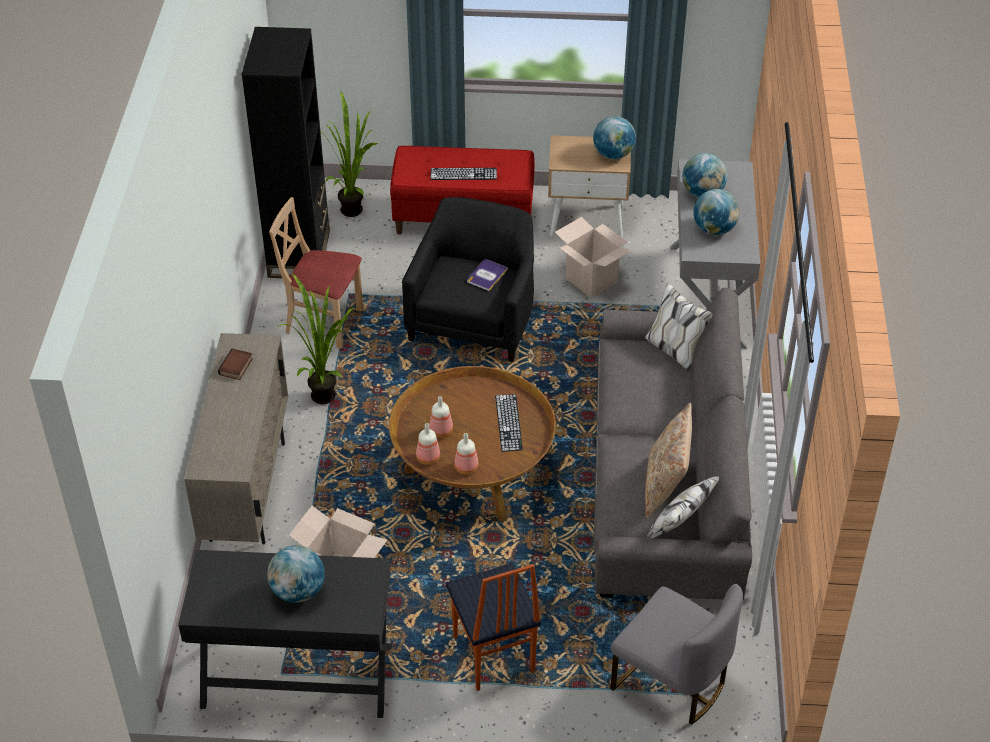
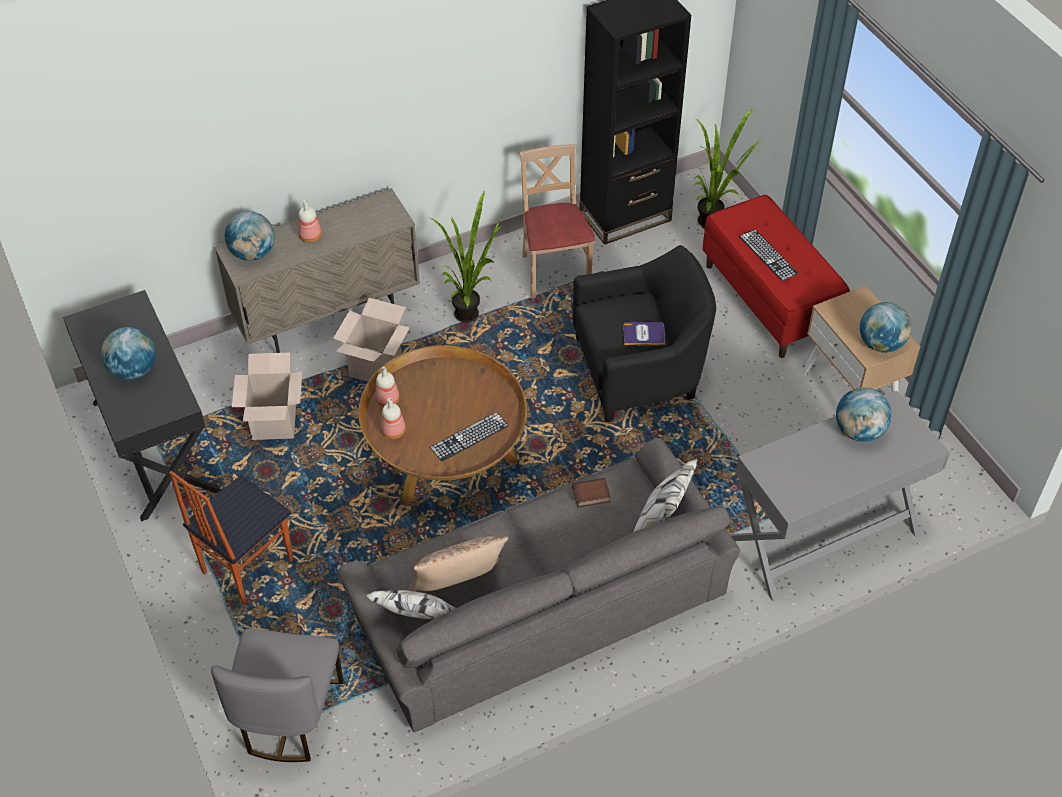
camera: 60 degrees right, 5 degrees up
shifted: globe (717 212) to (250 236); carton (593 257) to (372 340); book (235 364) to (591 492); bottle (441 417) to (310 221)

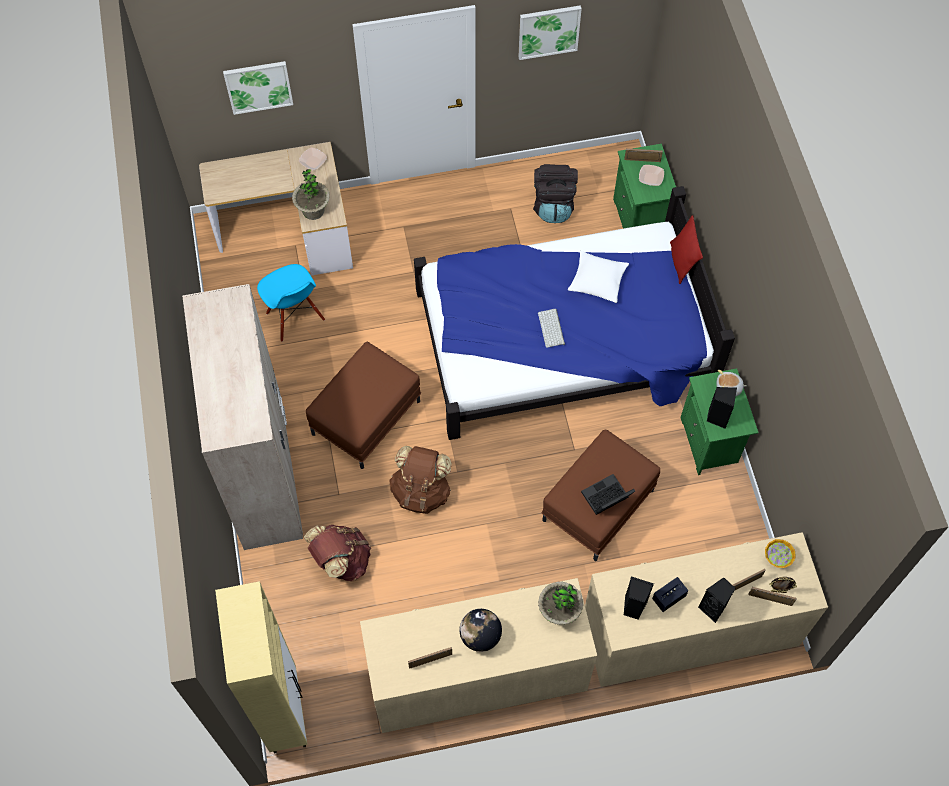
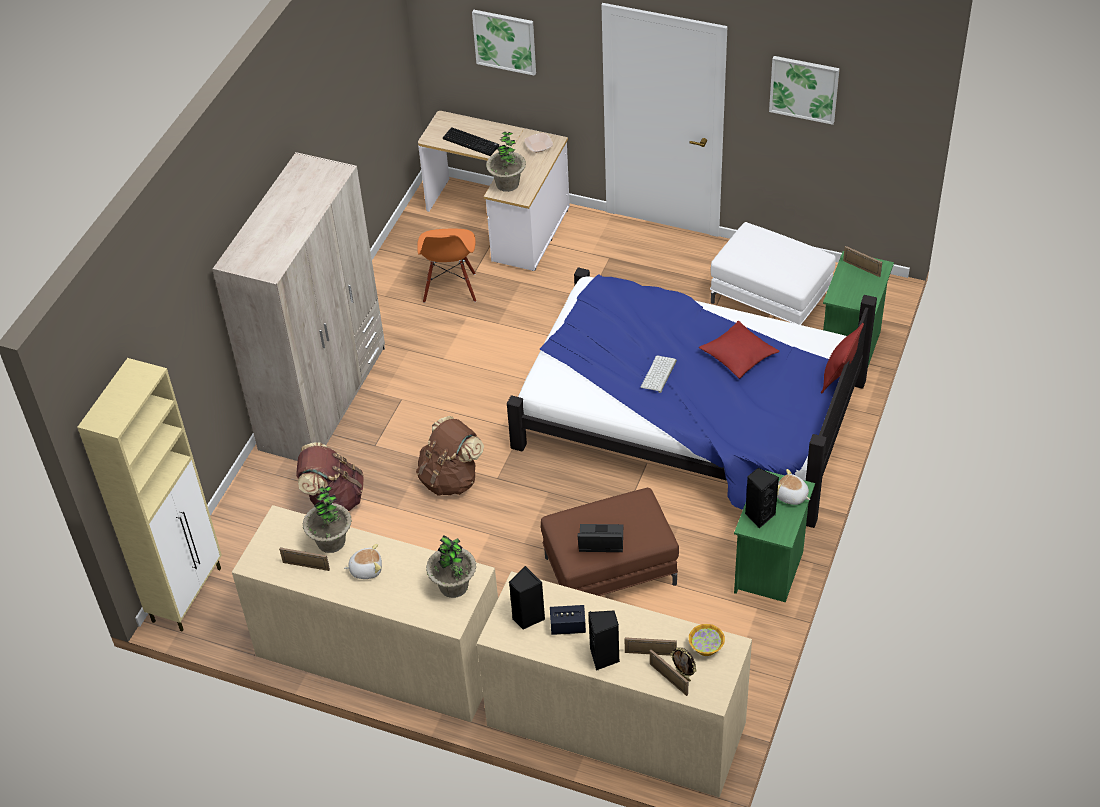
camera: 35 degrees right, 15 degrees down
gone: bowl (651 175); brown_pouffe (363 405)
new: keyboard (471 141); potted_plant (327 519)
swapped: black-coloured_knapsack (555 193) to white_pouffe (773 273); globe (480 630) to soft_toy (363 561)
repainted: white_pillow (598 277) to red_pillow (739 350); bluish_chair (291 303) to orangey_chair (446 266)

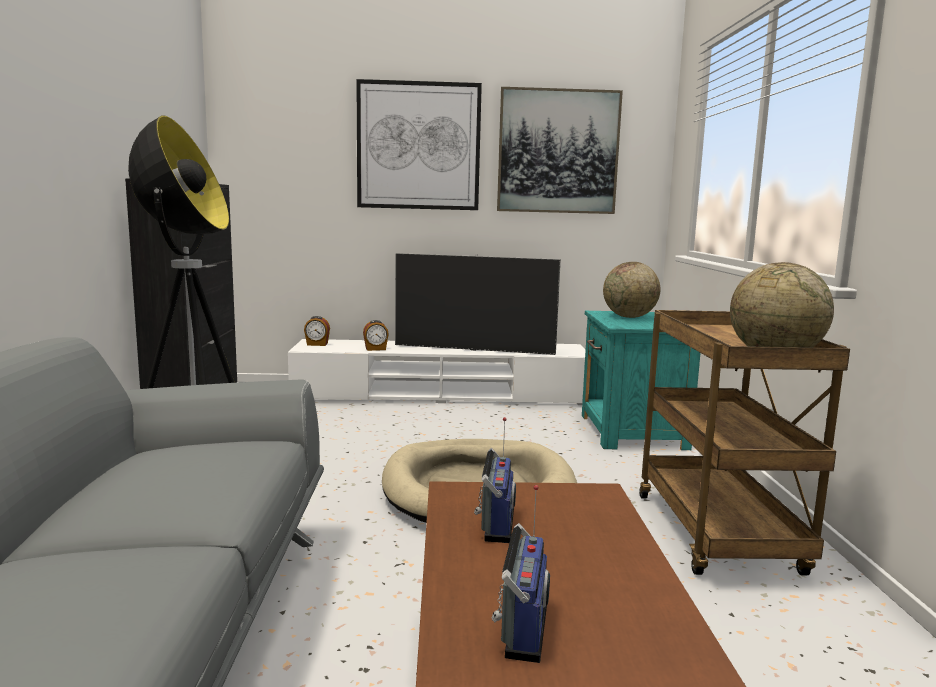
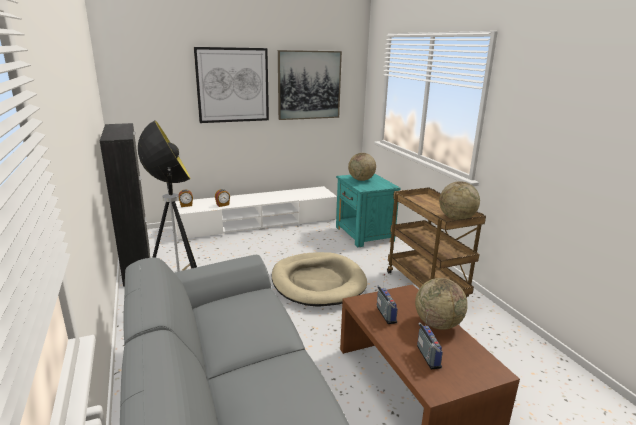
camera: 20 degrees left, 10 degrees up
gone: TV (478 304)
new: globe (441 304)

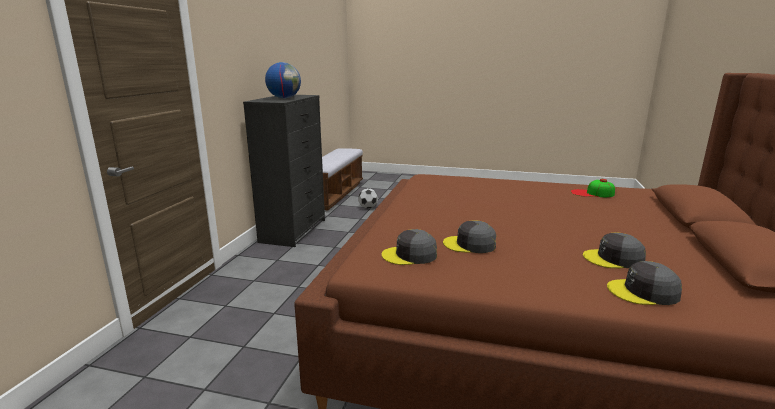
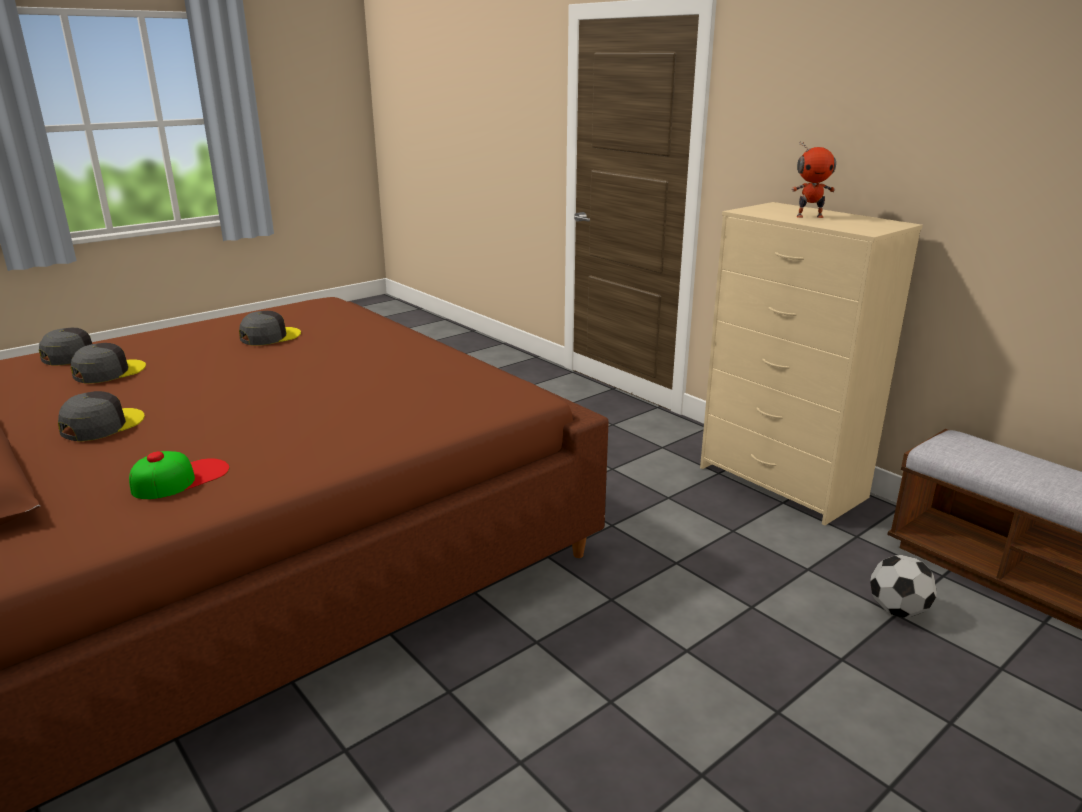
camera: 125 degrees right, 5 degrees up
shifted: grey_baseball_cap (409 247) to (101 416)
swapped: globe (283 80) to toy_robot (813 179)
repainted: black-coloured_chest_of_drawers (284 171) to beige-coloured_chest_of_drawers (811 364)

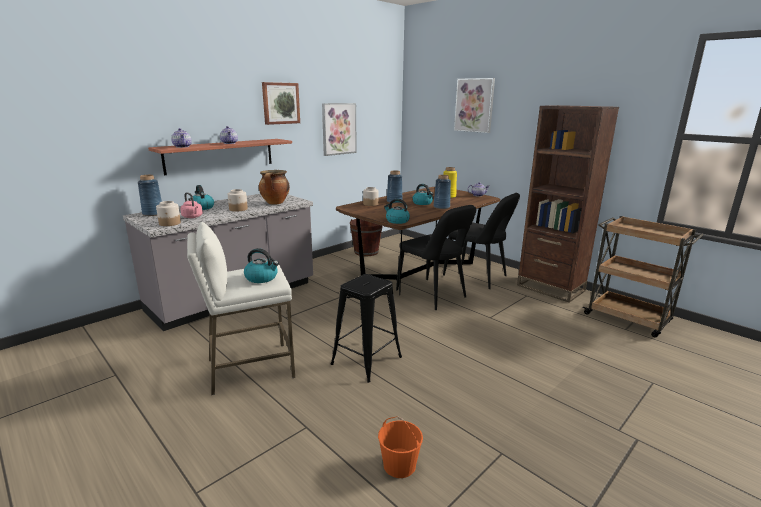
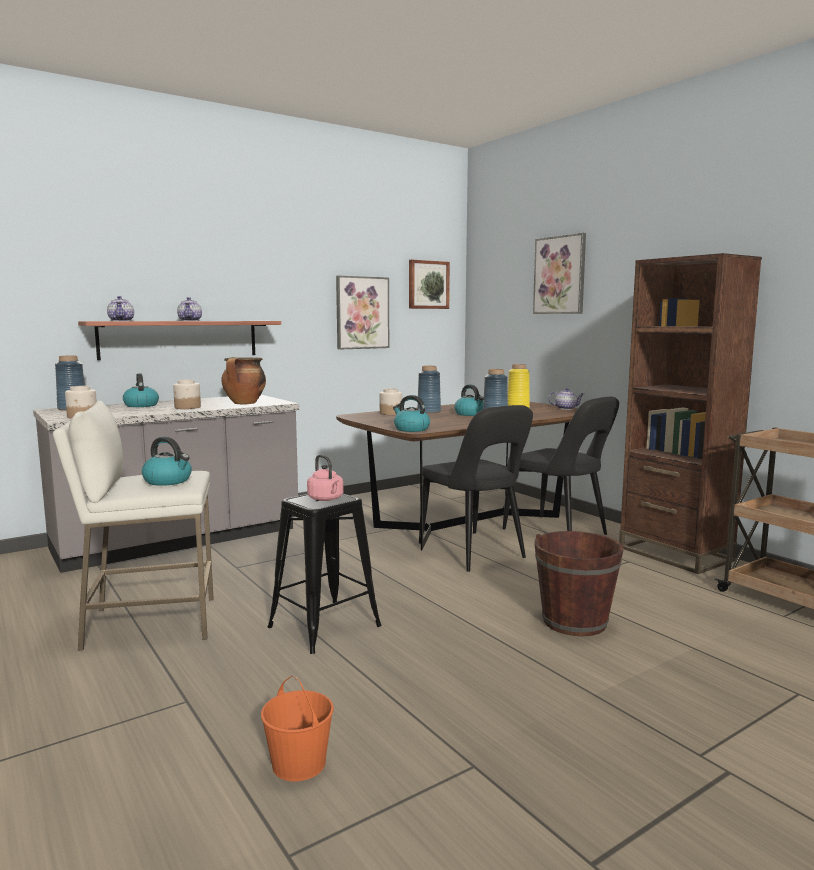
camera: 10 degrees right, 10 degrees down
shifted: wall_art (281 103) to (429 284); pink_water_kettle (191 205) to (325 477); brown_water_bucket (366 237) to (579 583)

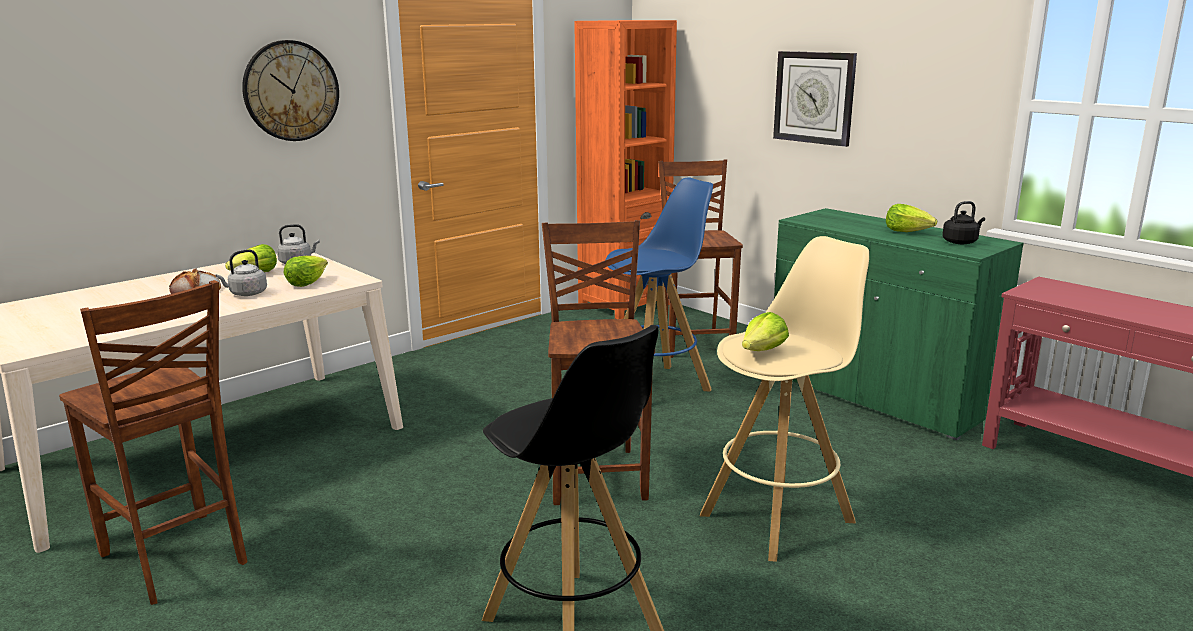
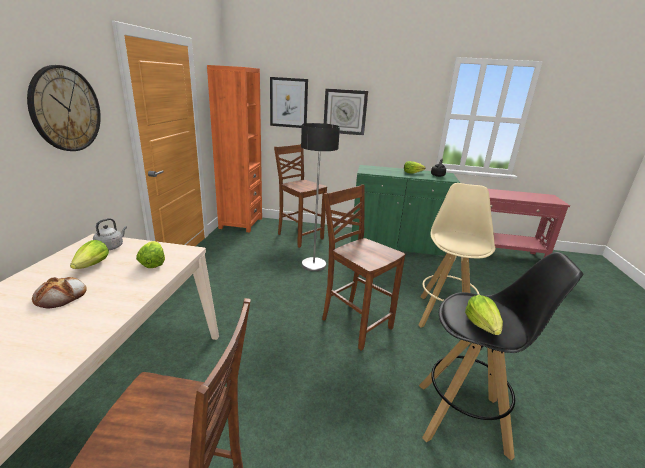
camera: 40 degrees left, 5 degrees up
gone: grey_water_kettle (241 272)
new: wall_art (289 102)
shifted: lettuce (765 331) to (484 315)
swapped: bluish_sitting_stool (659 284) to standing_lamp (320 197)

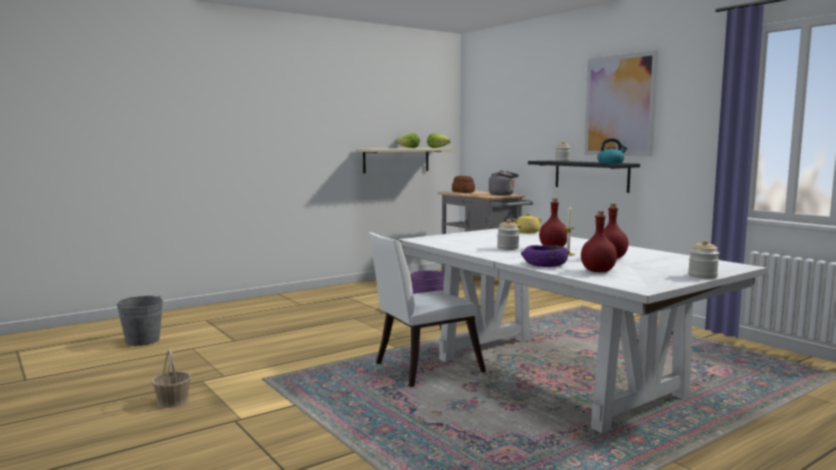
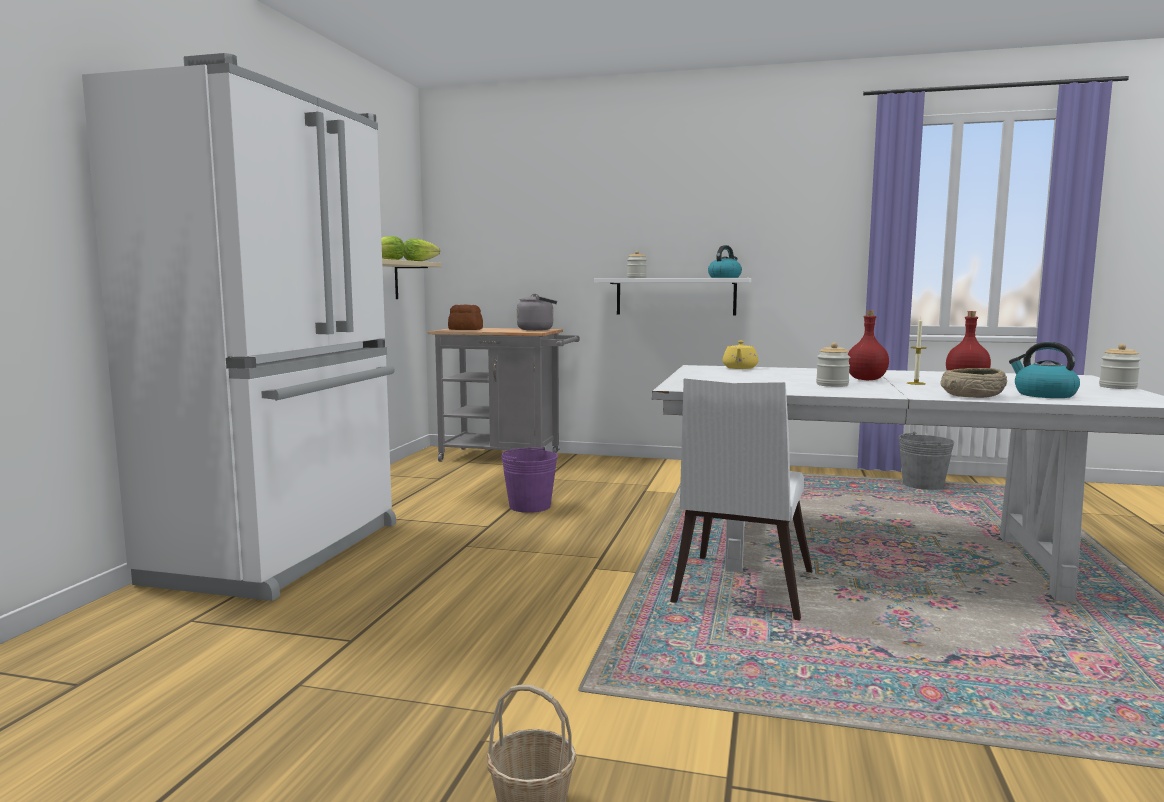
camera: 40 degrees left, 0 degrees up
gone: wall_art (621 103)
new: white_refrigerator (239 327)
shifted: grey_water_bucket (140 321) to (927 461)
swapped: red_bottle (599 241) to water_kettle (1044 370)
repainted: black-coloured_wall_shelf (584 177) to white_wall_shelf (673 297); purple_bowl (544 256) to beige-coloured_bowl (973 383)

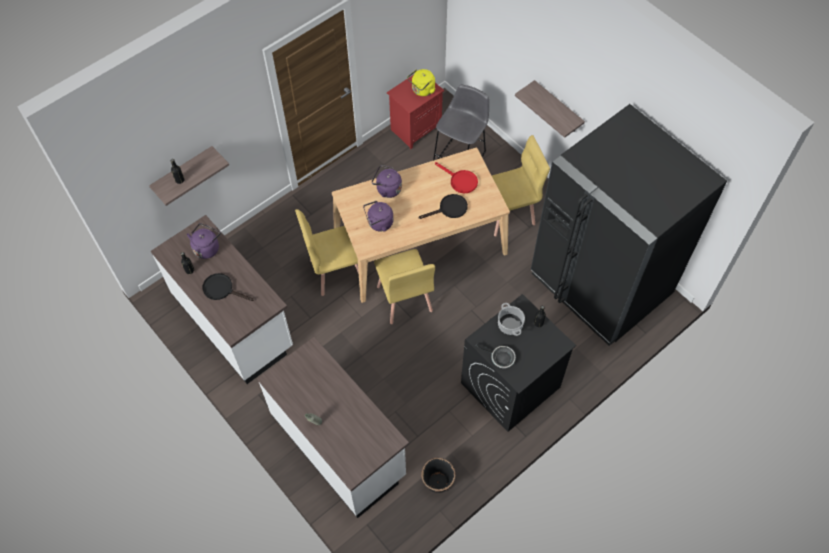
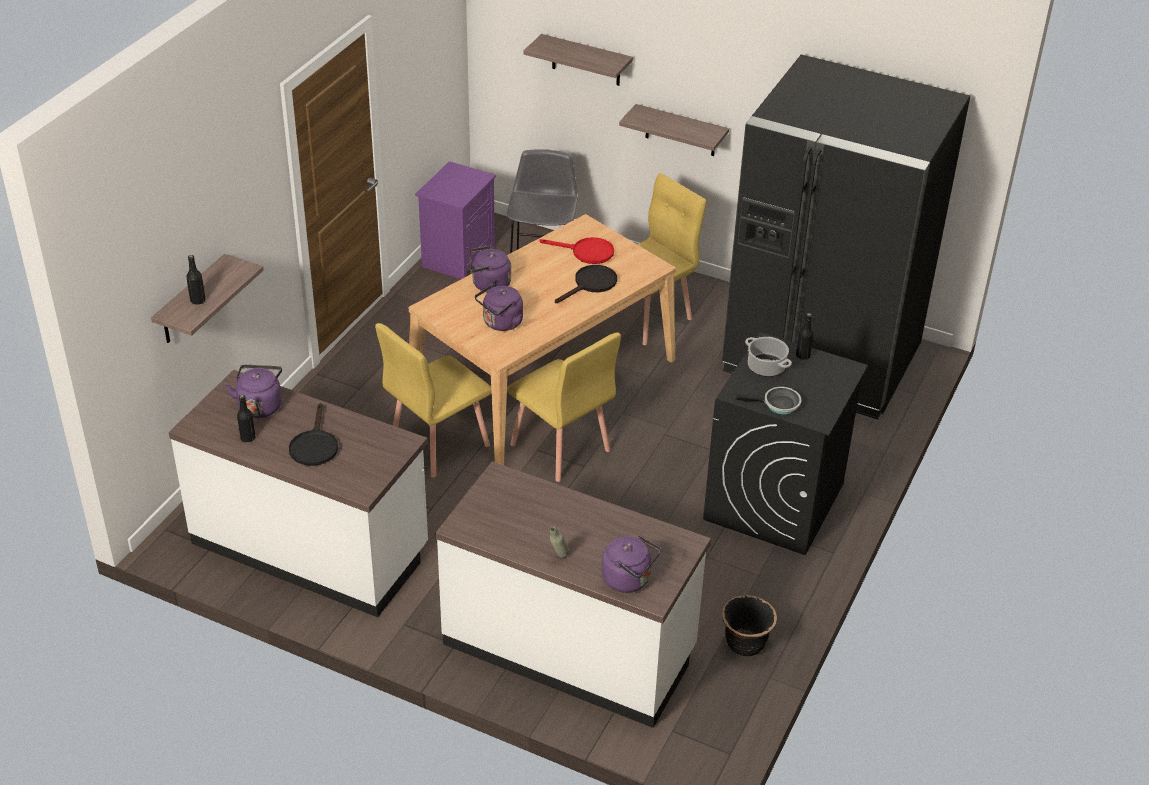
camera: 25 degrees left, 20 degrees down
gone: yellowish_water_kettle (421 82)
new: wall_shelf (578 60); purple_water_kettle (631 564)
repainted: red_nightstand (415 112) to purple_nightstand (455 220)
rotated: black-coloured_frying_pan (227 287) = (313 434) 90 degrees counterclockwise

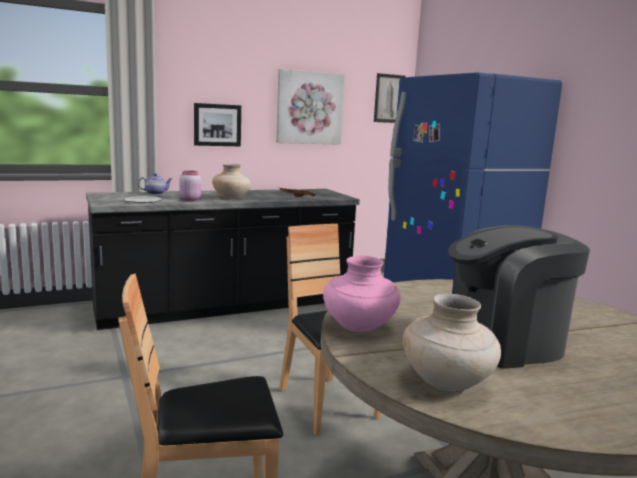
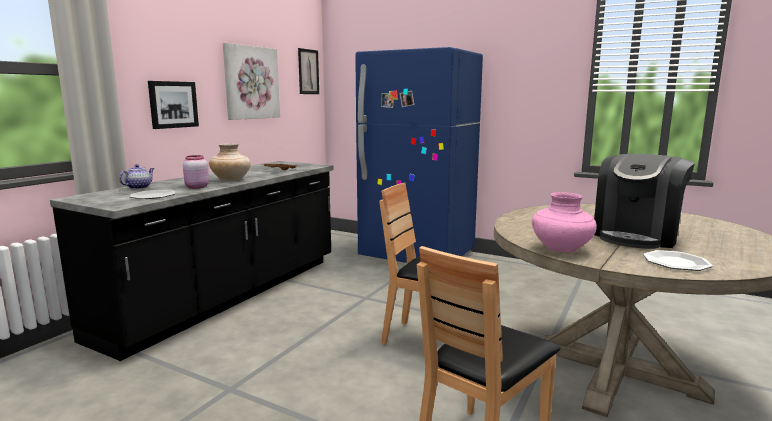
camera: 35 degrees left, 0 degrees up
swapped: beige-coloured_vase (452 343) to plate (678 260)

